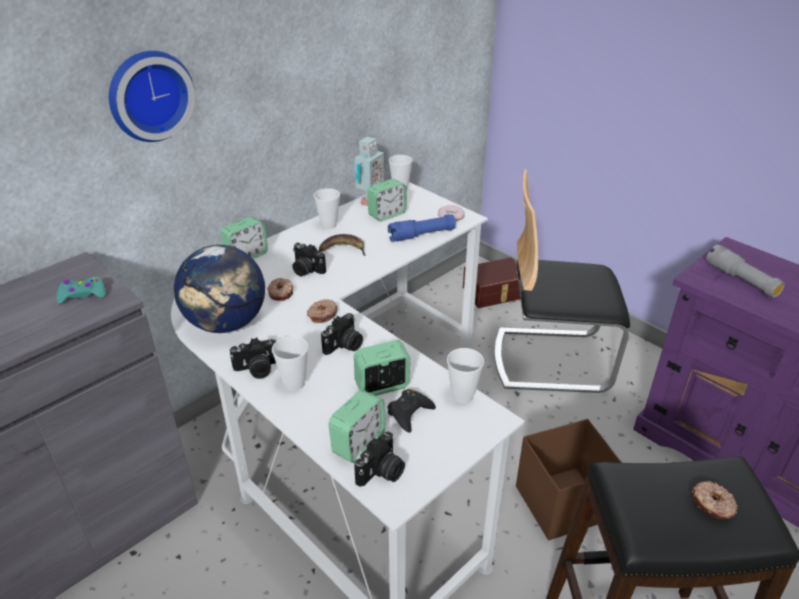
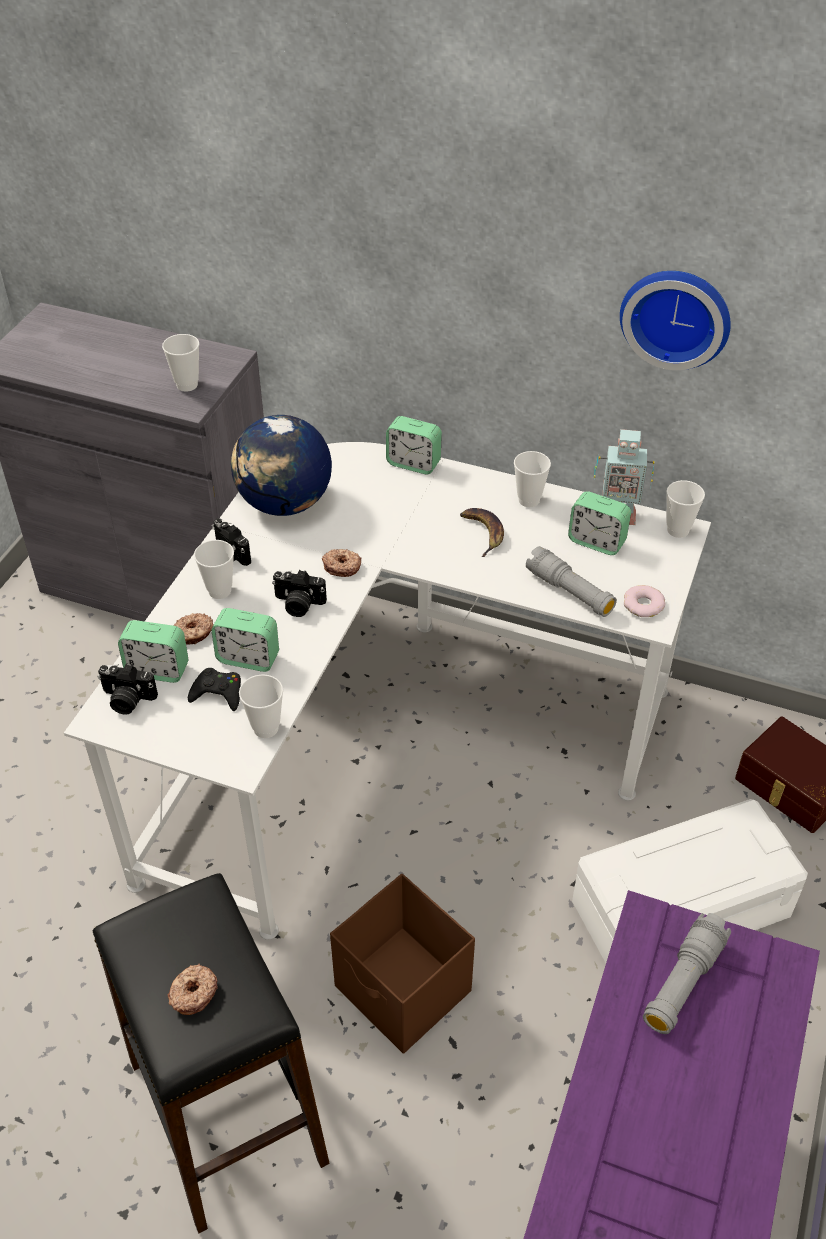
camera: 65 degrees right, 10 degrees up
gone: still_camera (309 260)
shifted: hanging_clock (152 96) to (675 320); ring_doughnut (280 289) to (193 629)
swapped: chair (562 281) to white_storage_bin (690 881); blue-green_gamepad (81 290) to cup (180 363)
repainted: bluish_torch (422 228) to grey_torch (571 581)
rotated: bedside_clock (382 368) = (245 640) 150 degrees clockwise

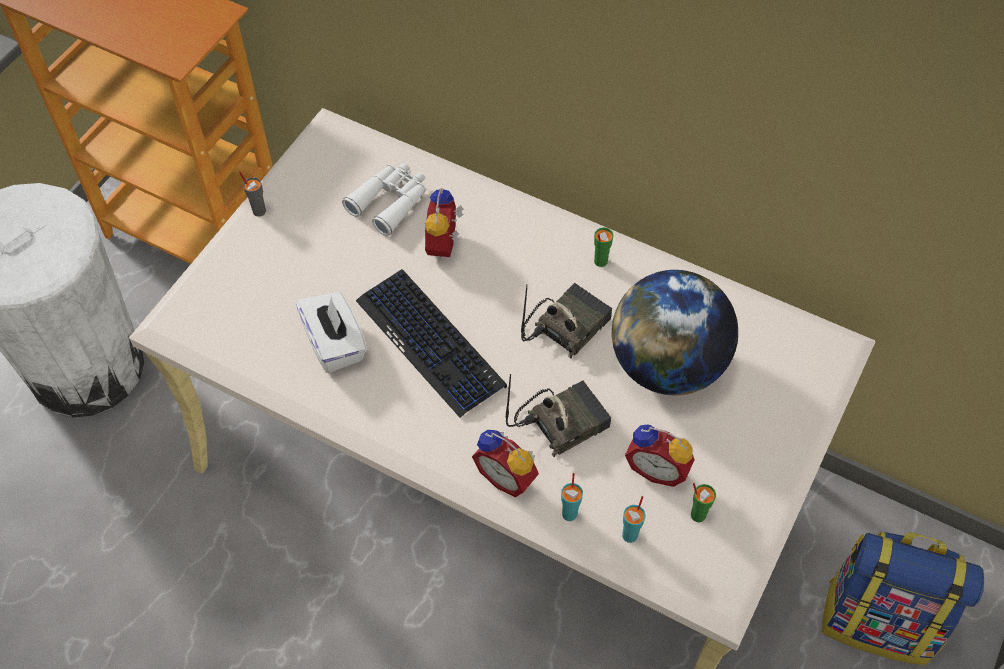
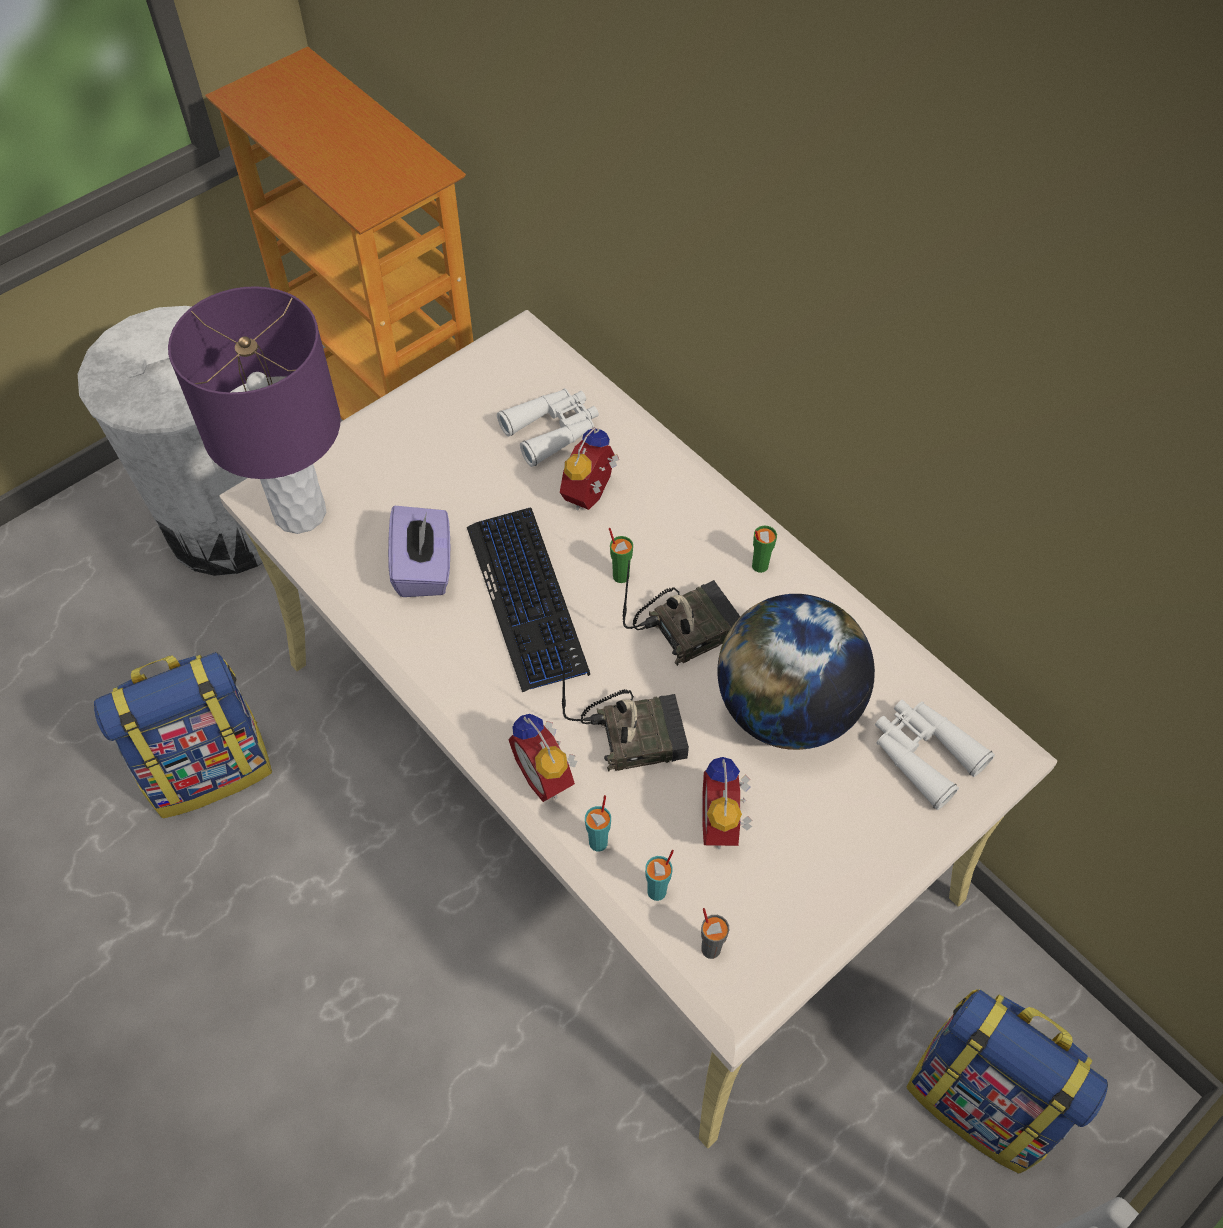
camera: 20 degrees right, 0 degrees up
new: purple_lamp_for_a_table (254 410); knapsack (183 735); white_field_glasses (935 754)
shifted: grey_cup (252 194) to (715 933); greenish_cup (703 502) to (621 555)
repainted: white_tissue_holder (331 332) to purple_tissue_holder (419 551)
rotated: bedside_clock (660 455) = (727 803) 45 degrees clockwise

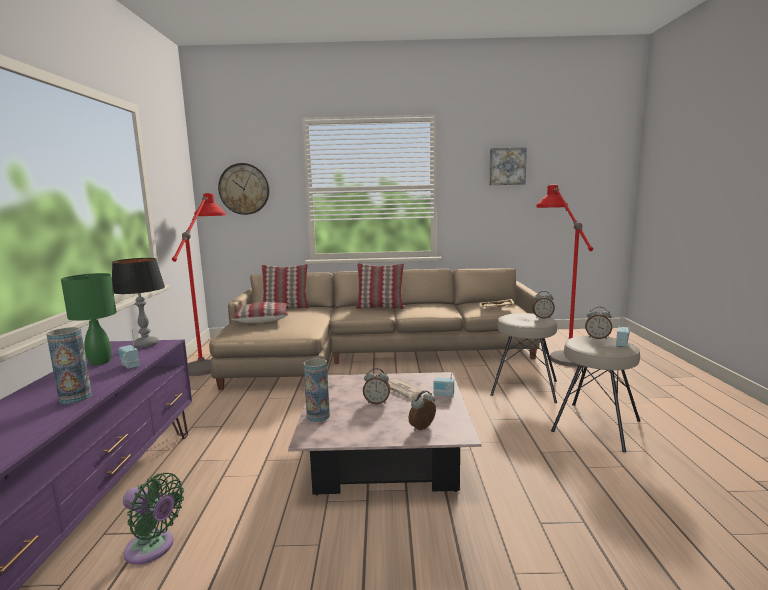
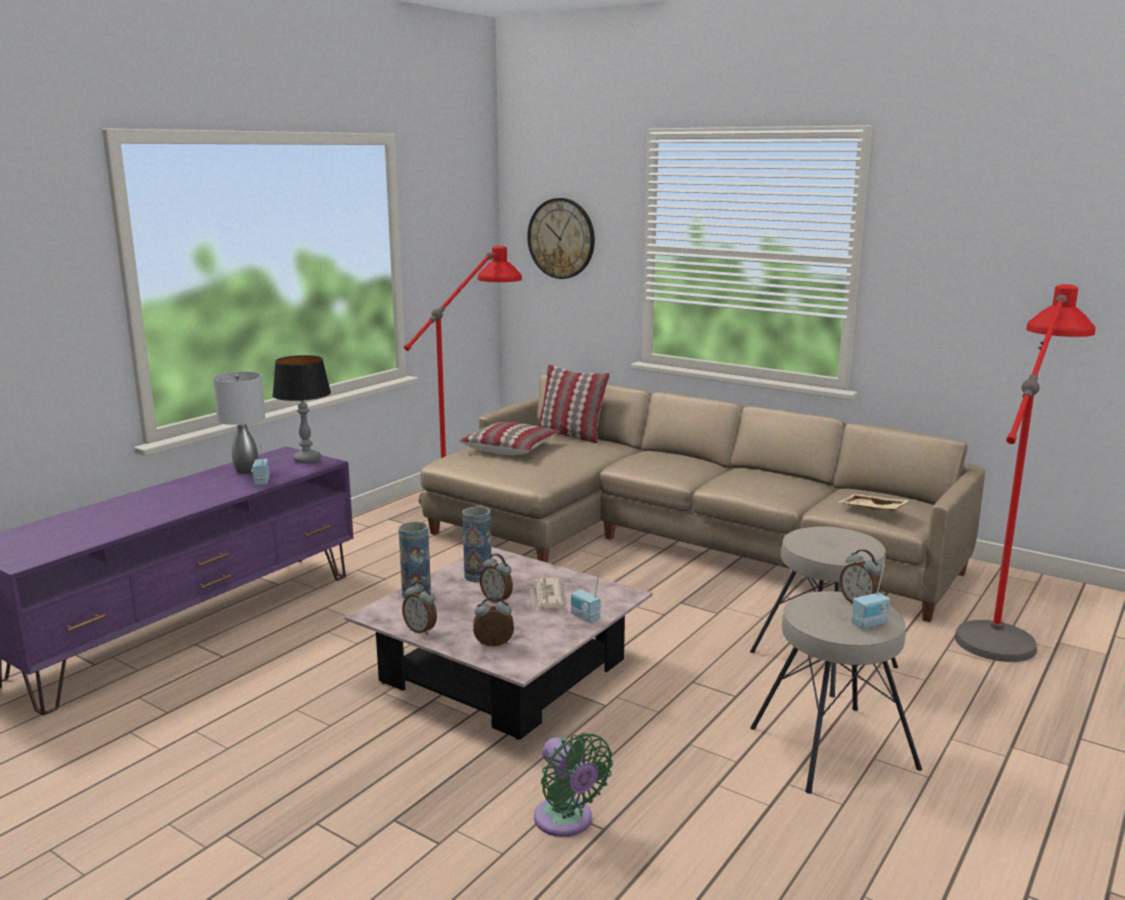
camera: 35 degrees right, 5 degrees up
gone: wall_art (508 166); pillow (380 286)
shifted: bedside_clock (543 305) to (419 608); vase (69 365) to (477 544); greenish_cooling_fan (153 519) to (573 785)
repainted: greenish_lamp_for_a_table (88 319) to grey_lamp_for_a_table (239 423)

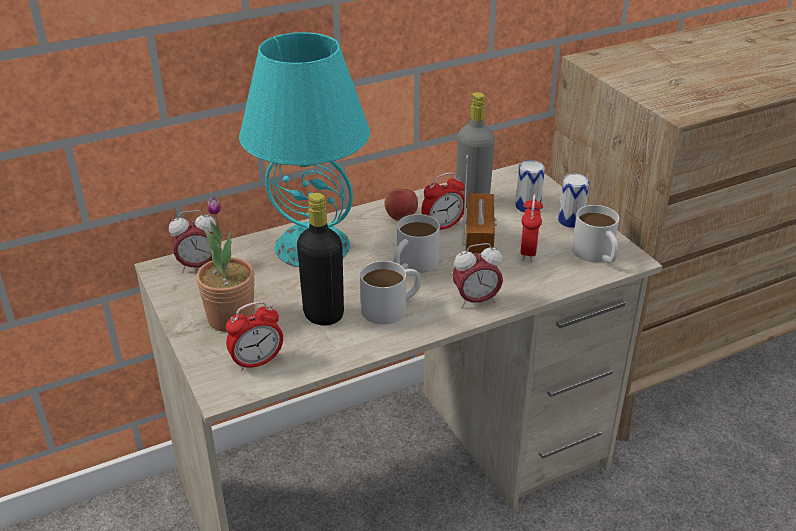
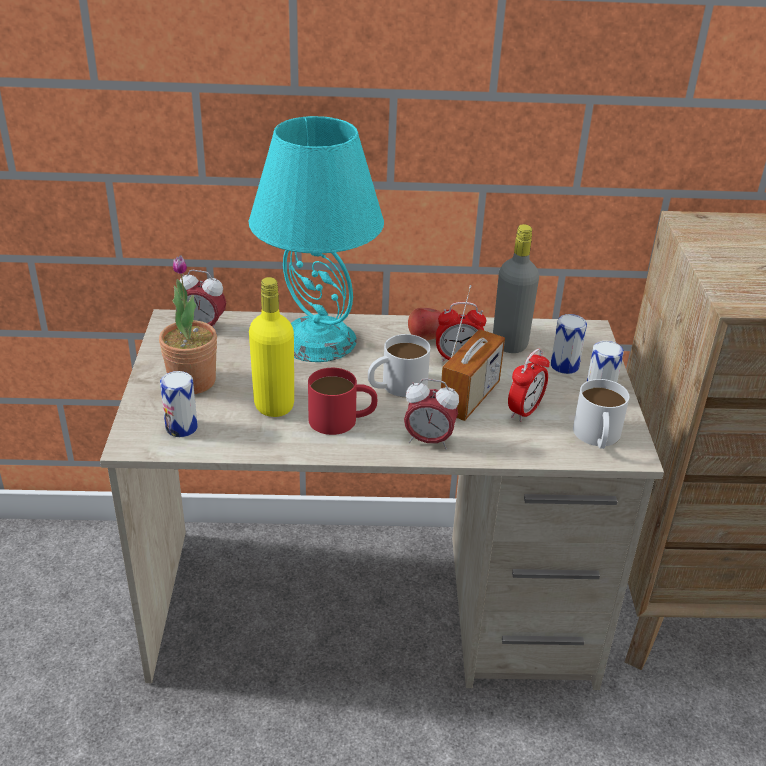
camera: 25 degrees right, 0 degrees up
swapped: bedside_clock (254 336) to sealed_can (179 404)
repainted: black-coloured_bottle (320 259) to yellowish_bottle (271 347); white_coffee_mug (390 292) to red_coffee_mug (342 401)

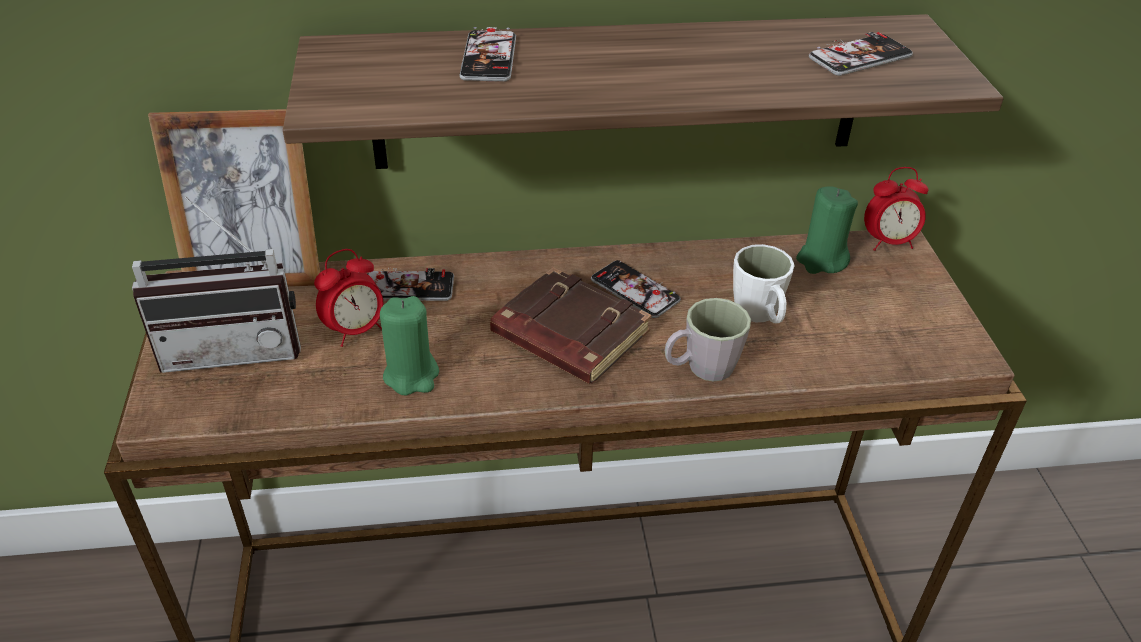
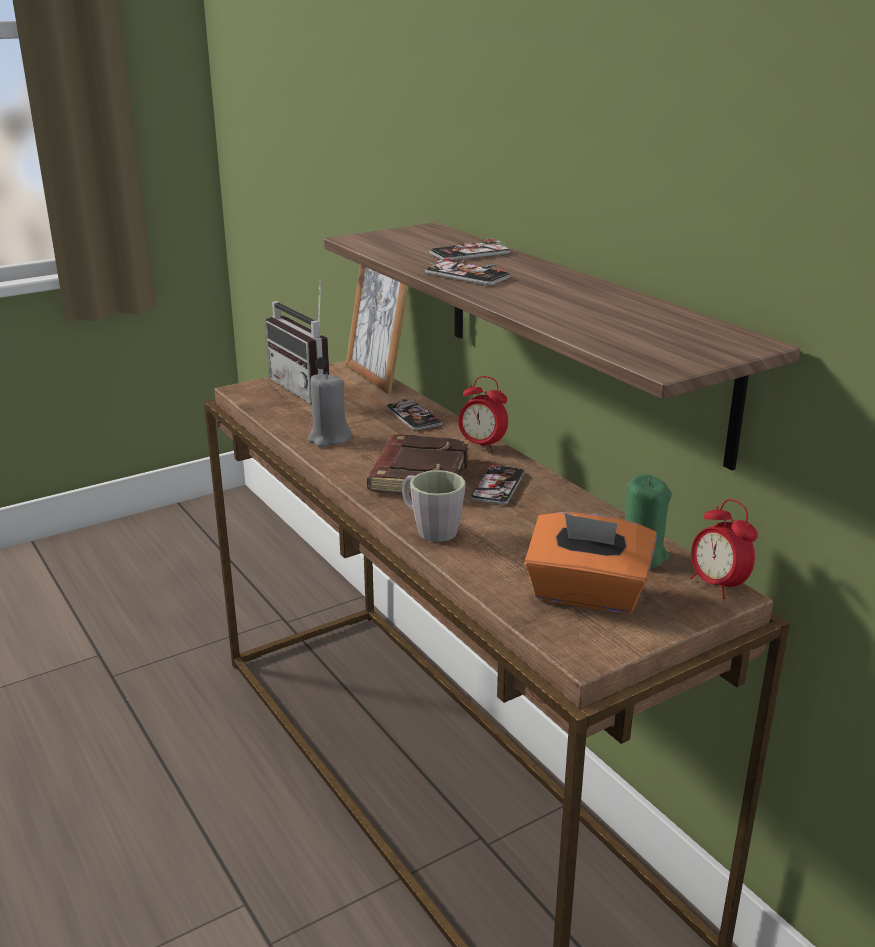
camera: 65 degrees right, 15 degrees down
gone: white_coffee_mug (764 283)
new: orangey_tissue_holder (590 563)
shifted: phone (861 54) to (468 272); bedside_clock (348 298) to (483 414)
repainted: greenish_wax_light (409 345) to grey_wax_light (330 409)

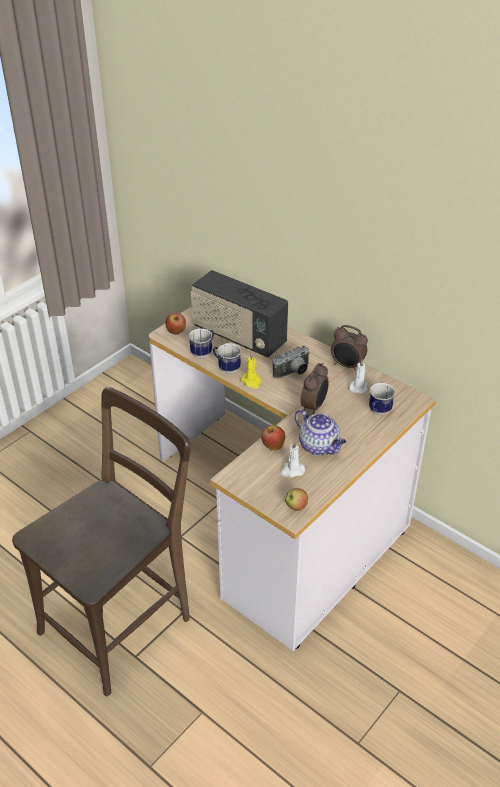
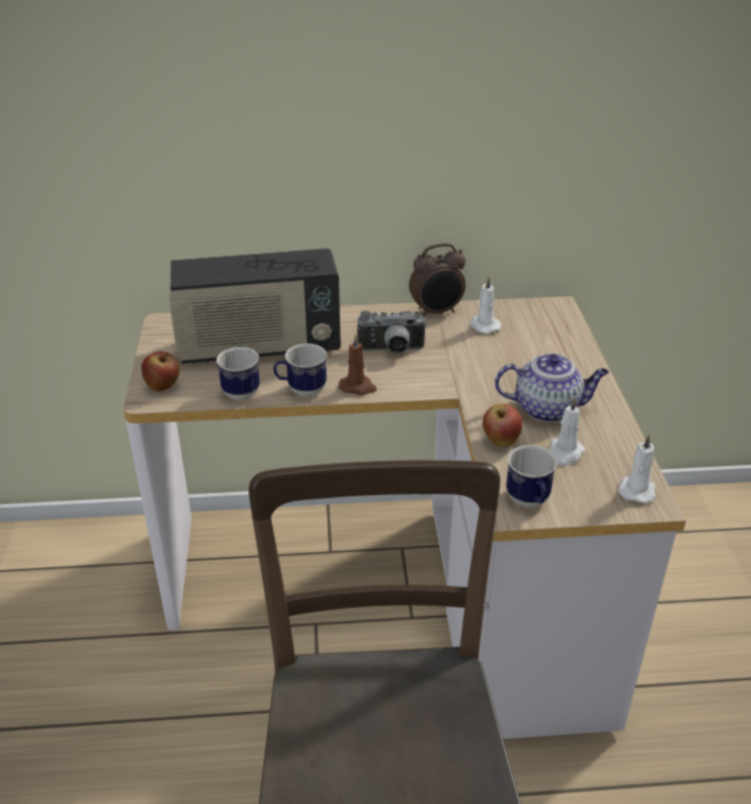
camera: 45 degrees left, 5 degrees down
gone: bedside_clock (314 389)
shifted: coffee_mug (382 399) to (531 476)
swapped: apple (296 499) to white_wax_light (636 469)
repainted: yellowish_wax_light (251 370) to brown_wax_light (357 364)
rotated: still_camera (291 362) = (392 332) 75 degrees clockwise

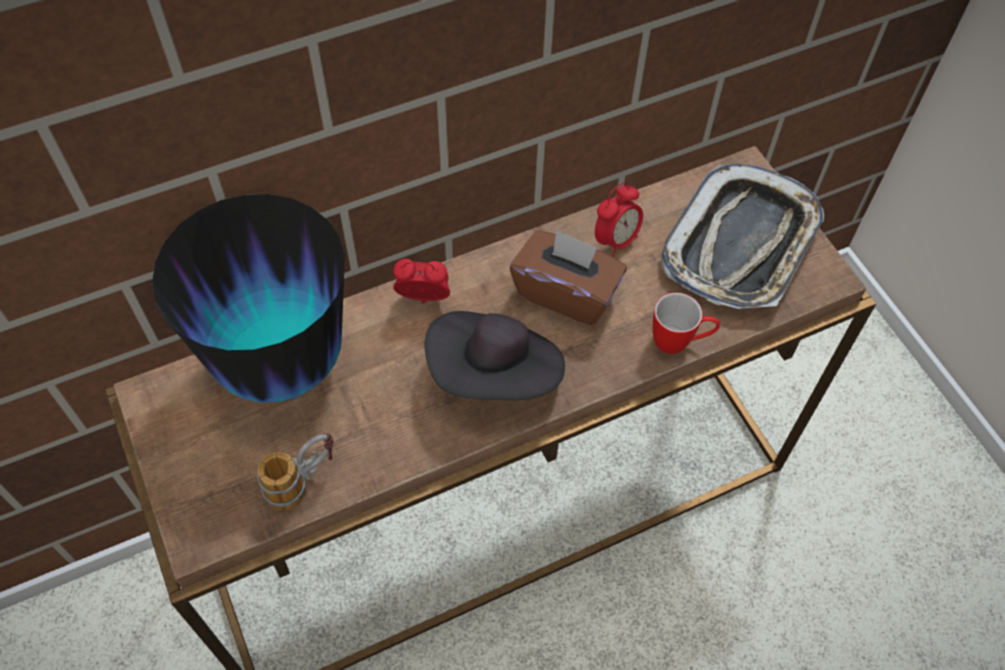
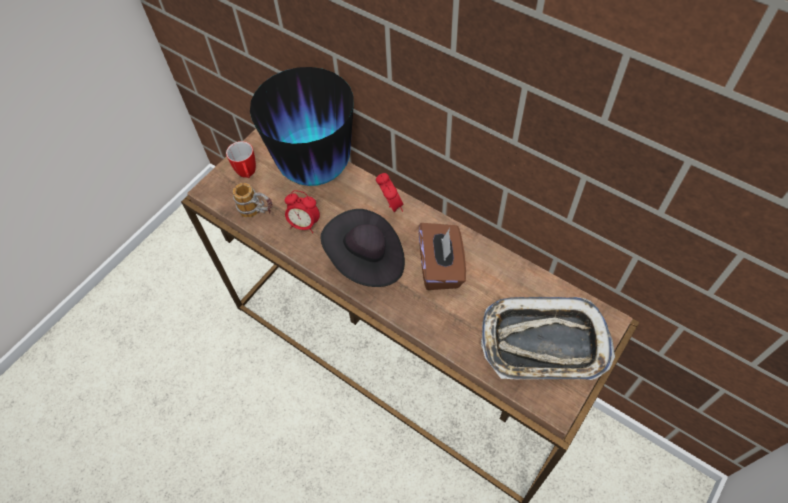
camera: 65 degrees right, 0 degrees up
shifted: bedside_clock (619 220) to (302 211); coffee_mug (686 323) to (241 159)

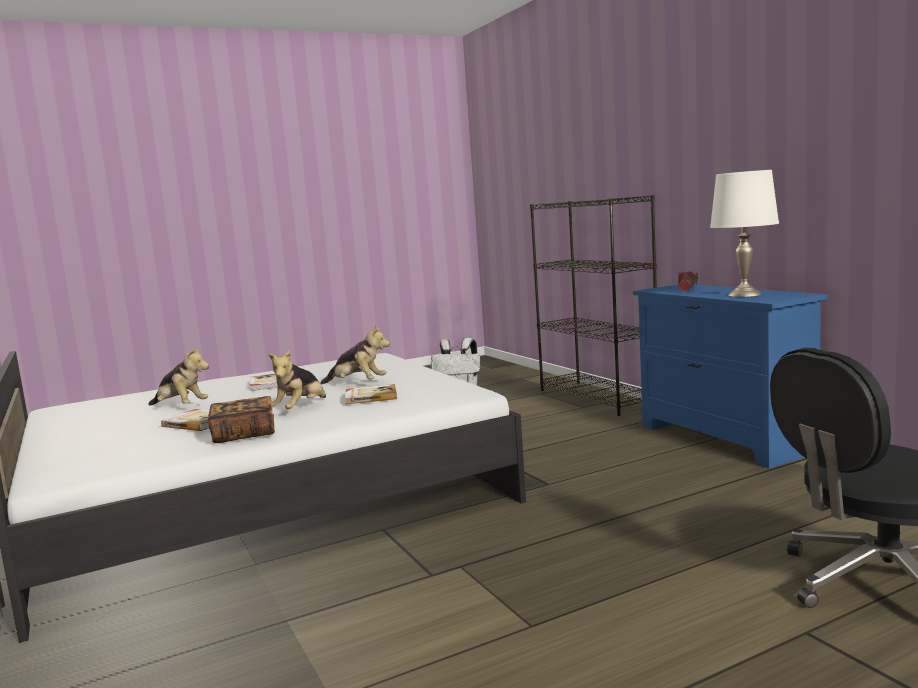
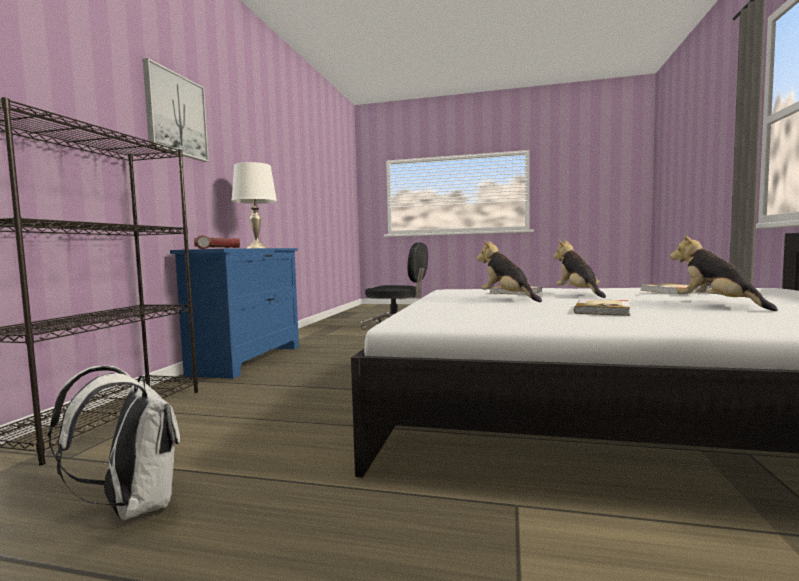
camera: 140 degrees left, 5 degrees down
gone: book (241 419)
new: wall_art (176 110)
rotated: soft_toy (297 379) = (580 269) 75 degrees counterclockwise

